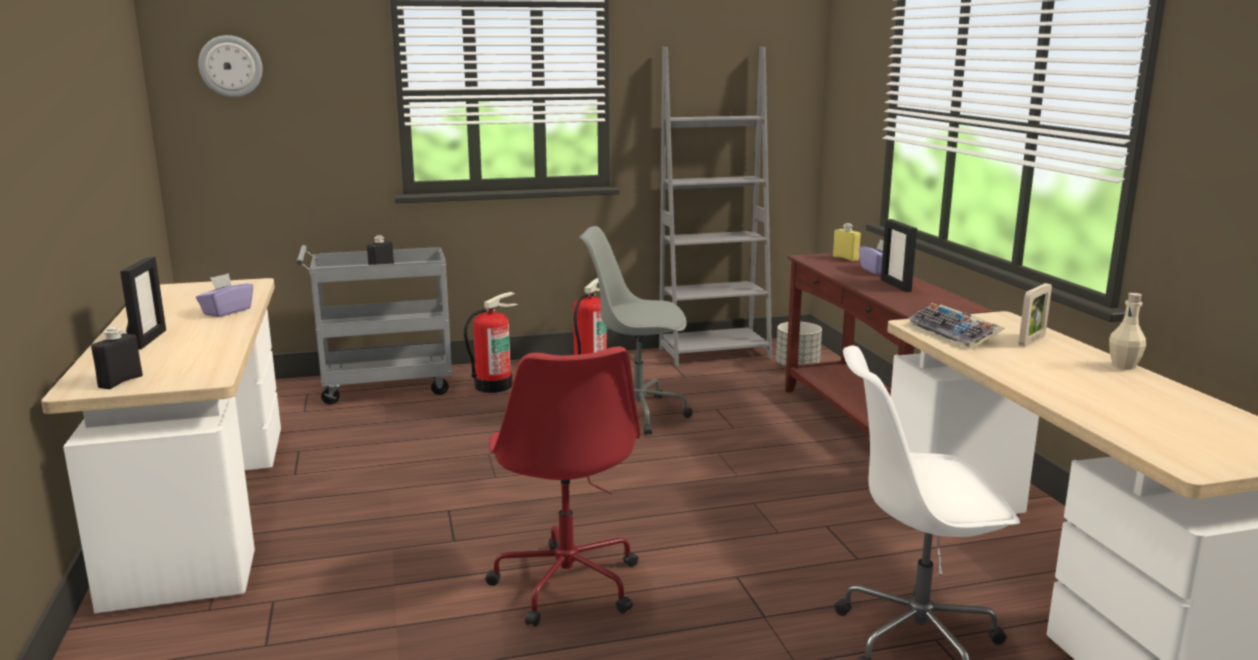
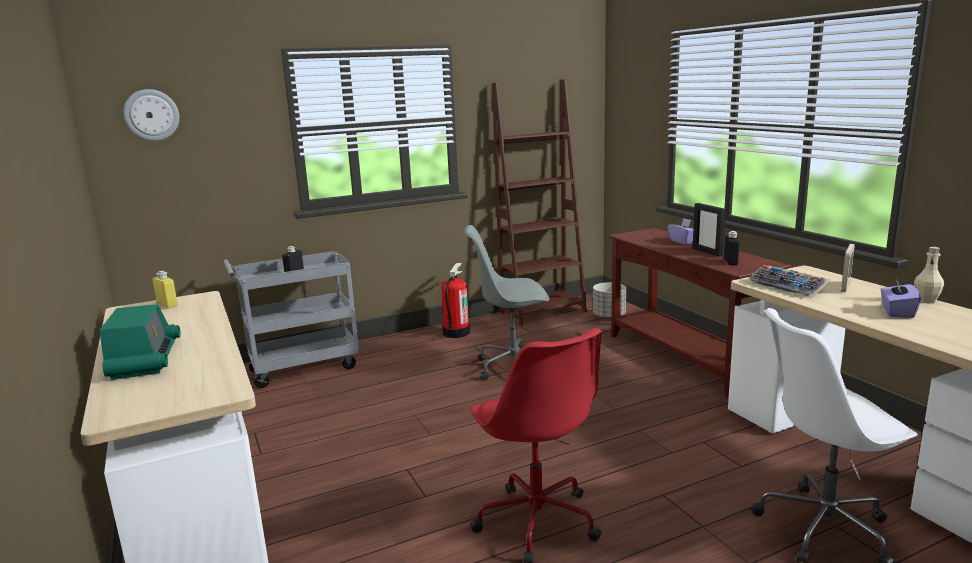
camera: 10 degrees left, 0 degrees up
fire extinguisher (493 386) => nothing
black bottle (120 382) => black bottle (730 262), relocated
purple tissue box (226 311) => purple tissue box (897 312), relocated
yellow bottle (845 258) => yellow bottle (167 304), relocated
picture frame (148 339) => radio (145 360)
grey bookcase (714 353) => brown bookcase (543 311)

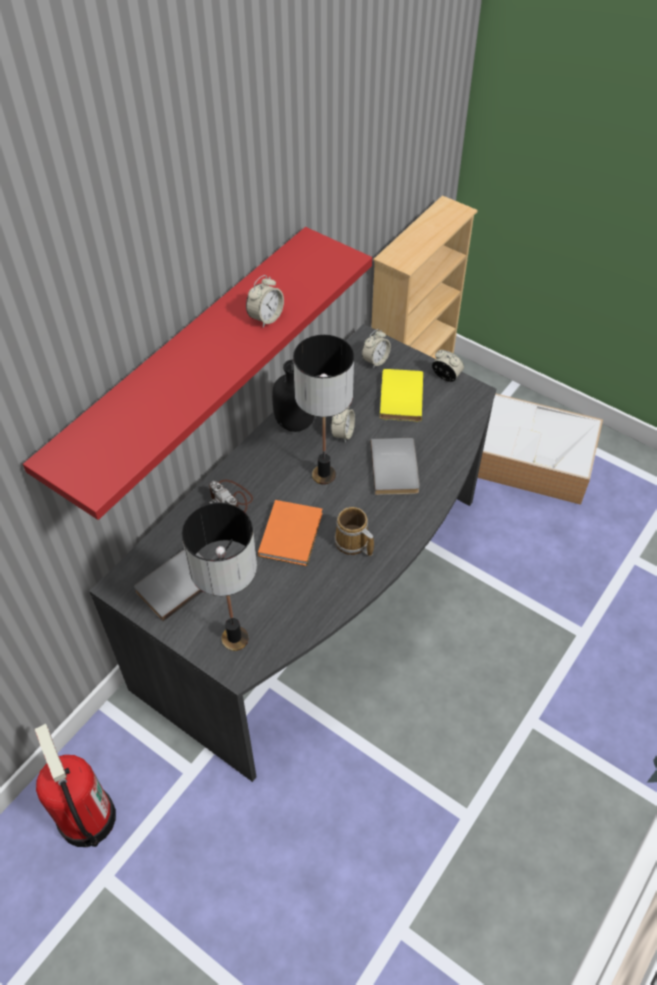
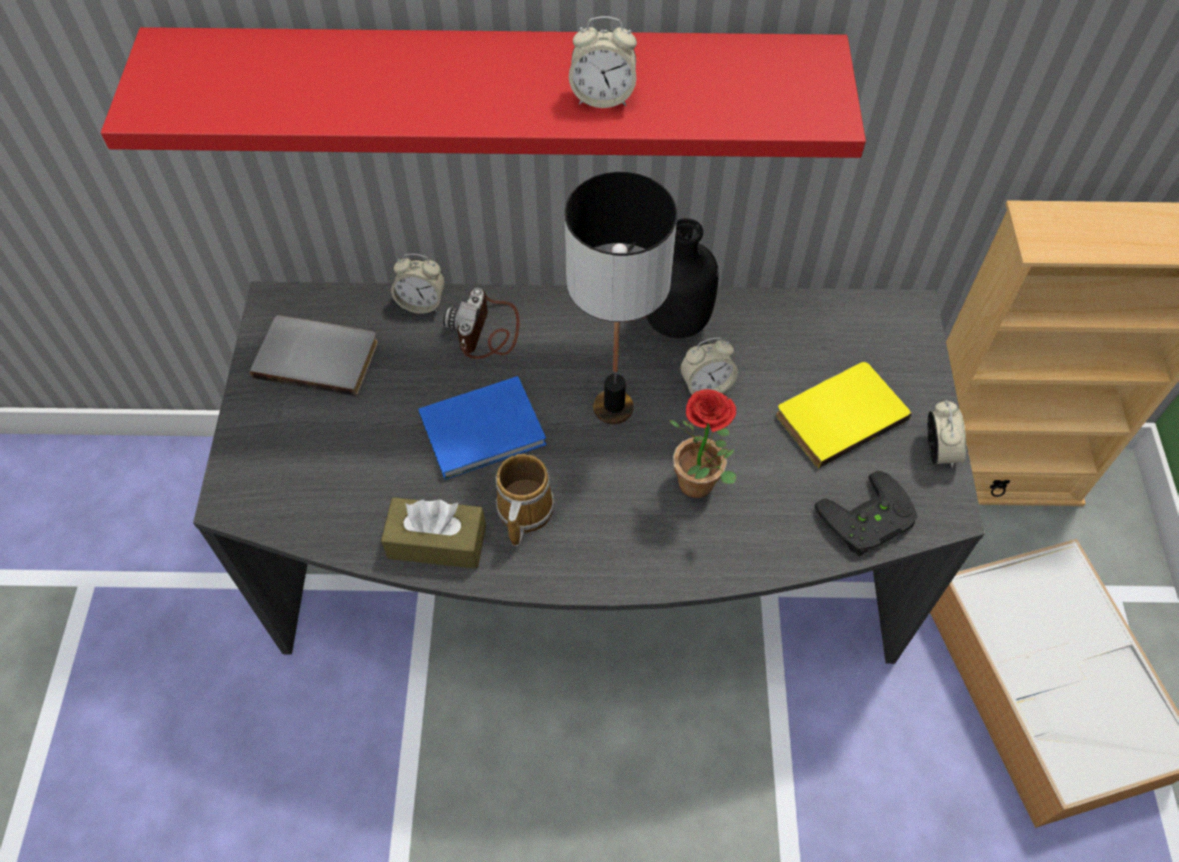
camera: 55 degrees right, 5 degrees up
fire extinguisher (86 818) => nothing
table lamp (235 638) => nothing
nothing => brown tissue box (437 542)
nothing => black game controller (869 522)
alarm clock (375 360) => alarm clock (421 303), relocated
grey book (396 468) => potted plant (701 488)
orange book (292 533) => blue book (486 430)

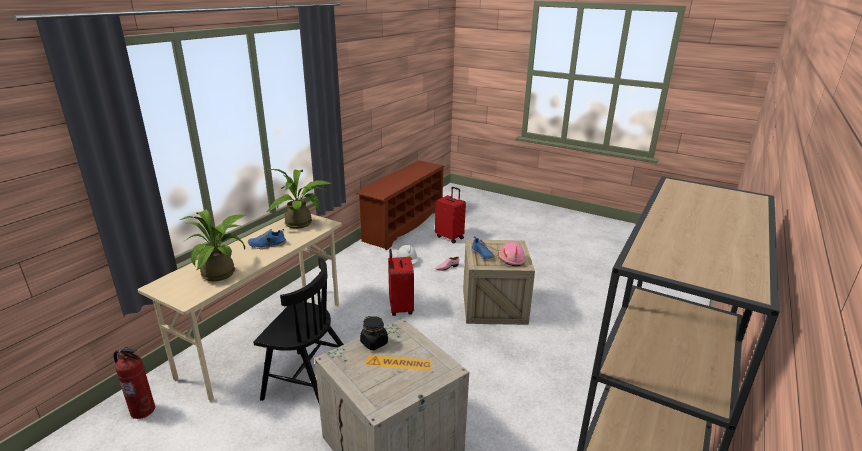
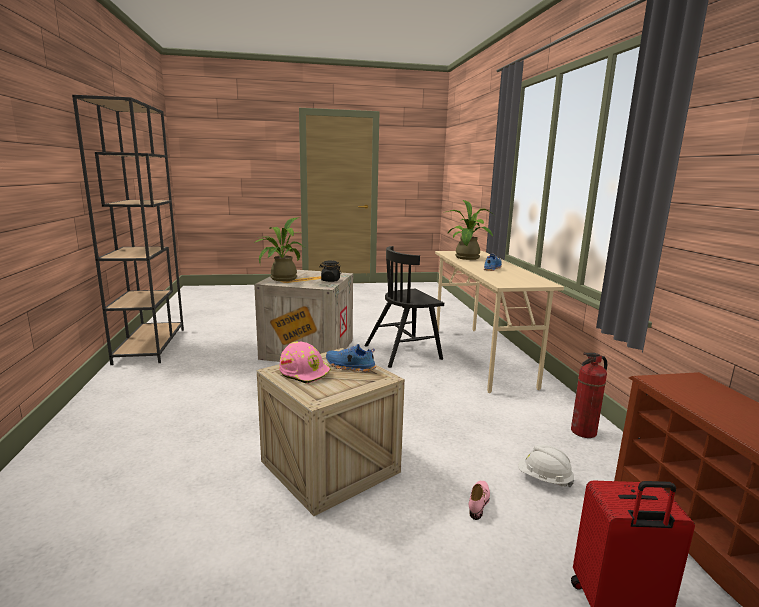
camera: 140 degrees right, 10 degrees down
red suitcase (400 308) => nothing
fire extinguisher (143 410) => fire extinguisher (583 432), relocated
potted plant (302 224) => potted plant (280 279), relocated

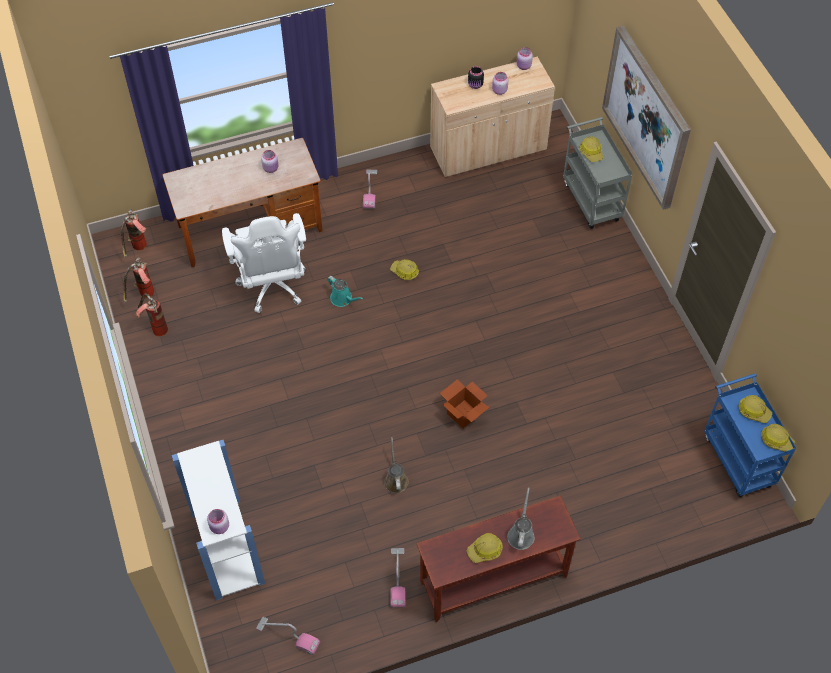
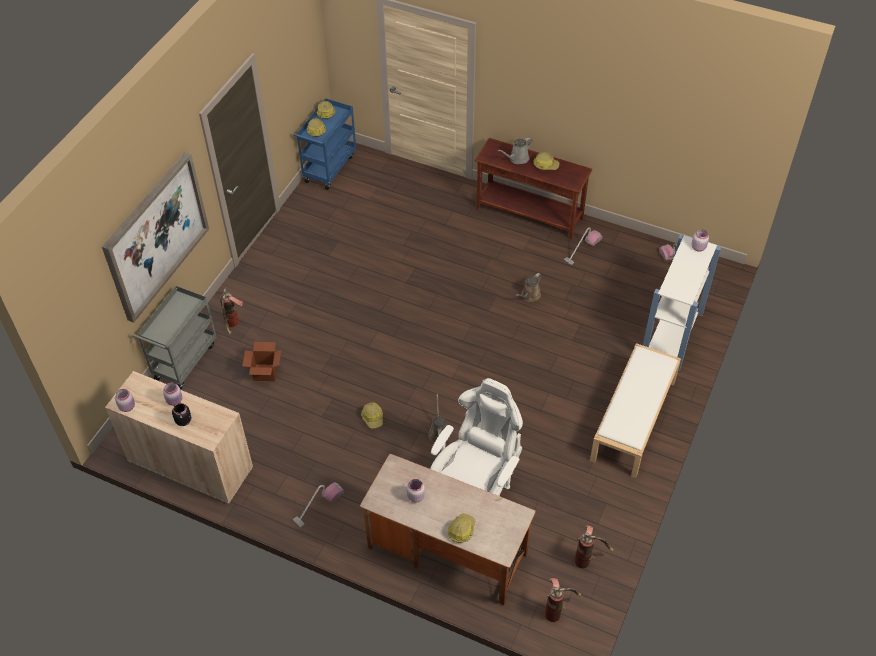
camera: 135 degrees left, 5 degrees down
nothing => white bench (633 421)
fire extinguisher (155 327) => fire extinguisher (233 326), relocated
cardboard box (463 414) => cardboard box (265 372), relocated
hard hat (591 152) => hard hat (461 530), relocated
turquoise watering can (343 299) => brown watering can (438 433)

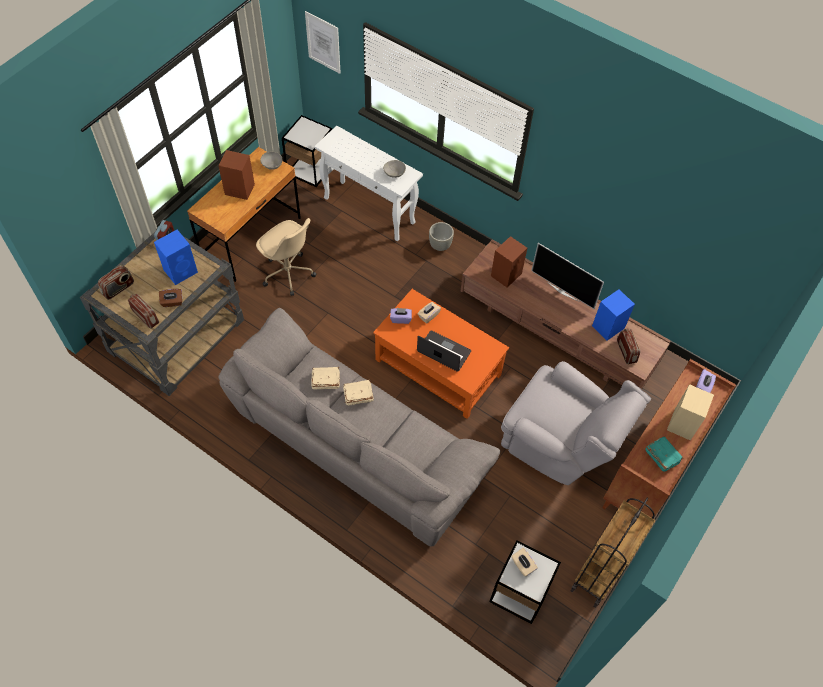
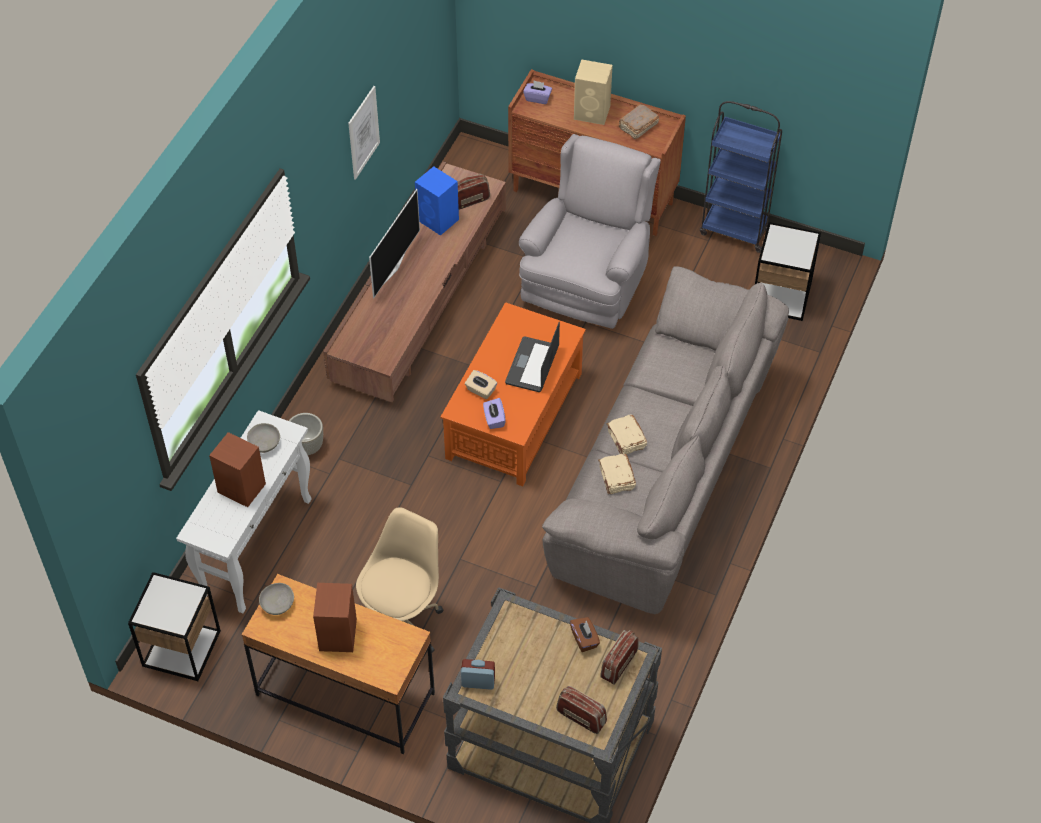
camera: 100 degrees left, 5 degrees down
blue speaker (181 270) => nothing
beige tissue box (522 565) => nothing
picture (323 42) => picture (363 132), relocated
brown speaker (506 274) => brown speaker (240 487), relocated
brown cart (598 574) => blue cart (734 232)
turquoise book (662 456) => brown book (637 127)

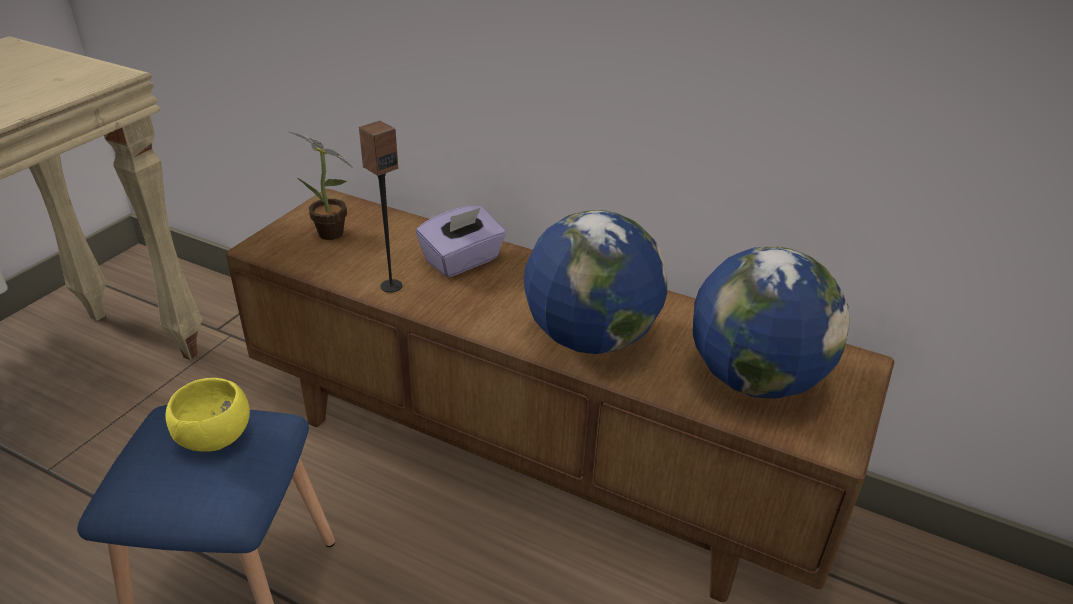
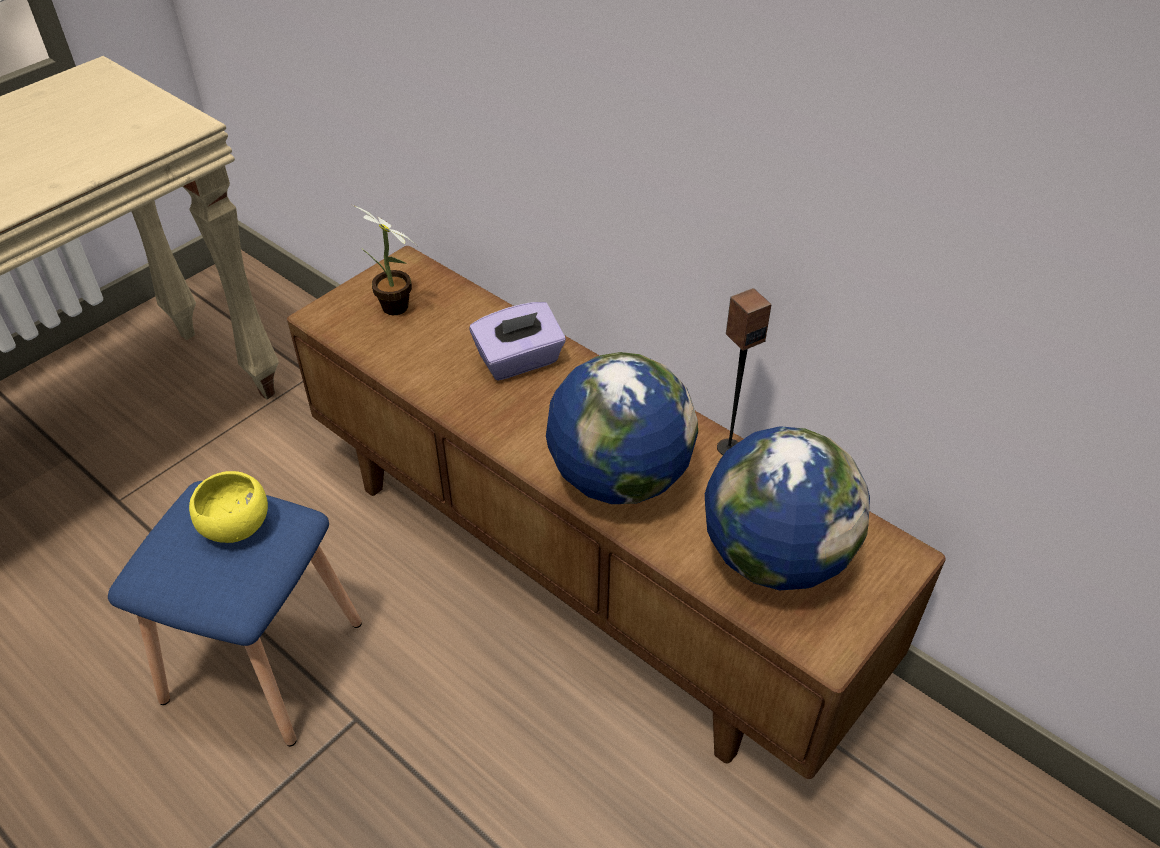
camera: 15 degrees right, 10 degrees up
speaker (391 286) => speaker (728 447), relocated

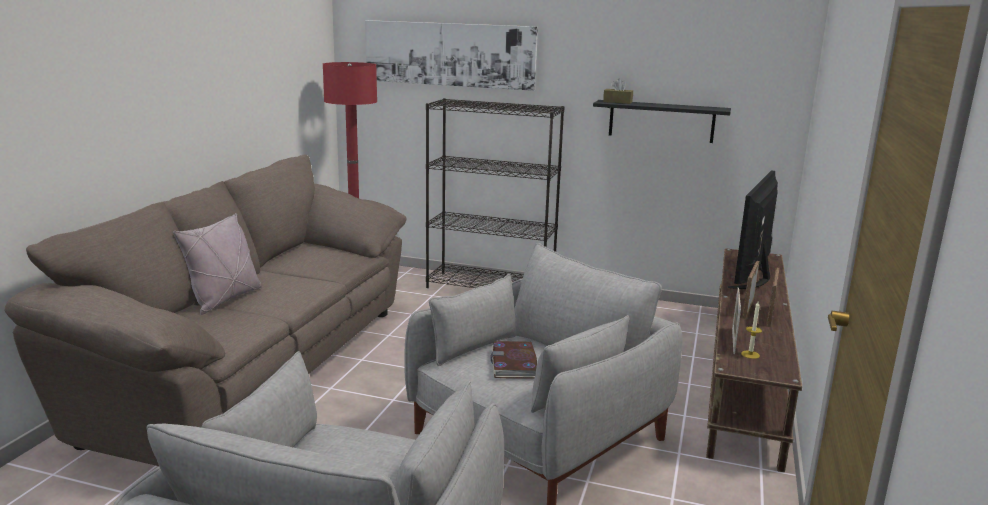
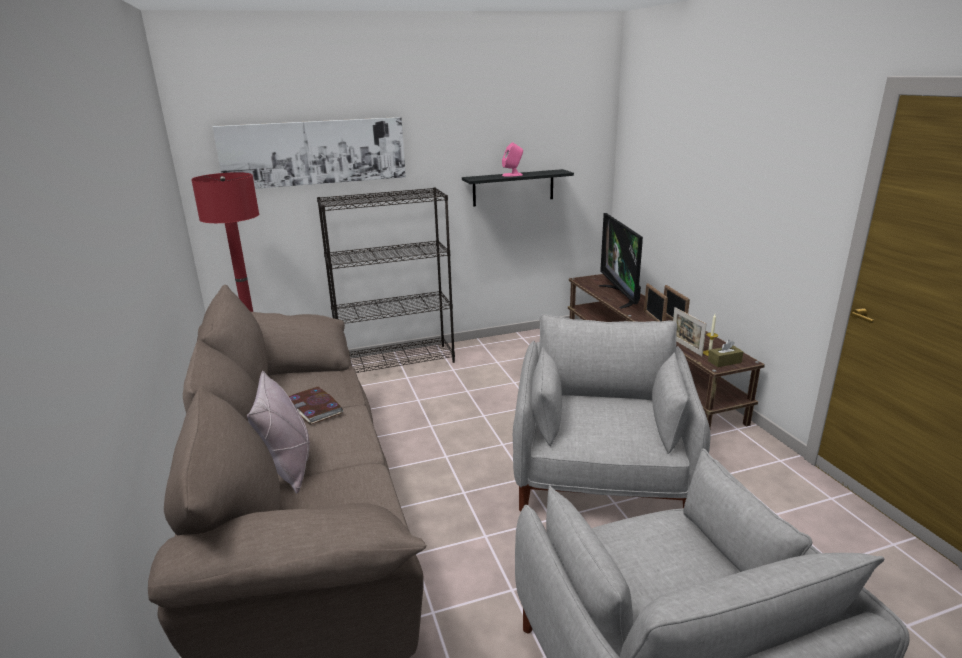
camera: 35 degrees left, 5 degrees up
nothing => pink speaker (512 175)
book (514 363) => book (315 408), relocated
brown tissue box (617 102) => brown tissue box (724 362), relocated

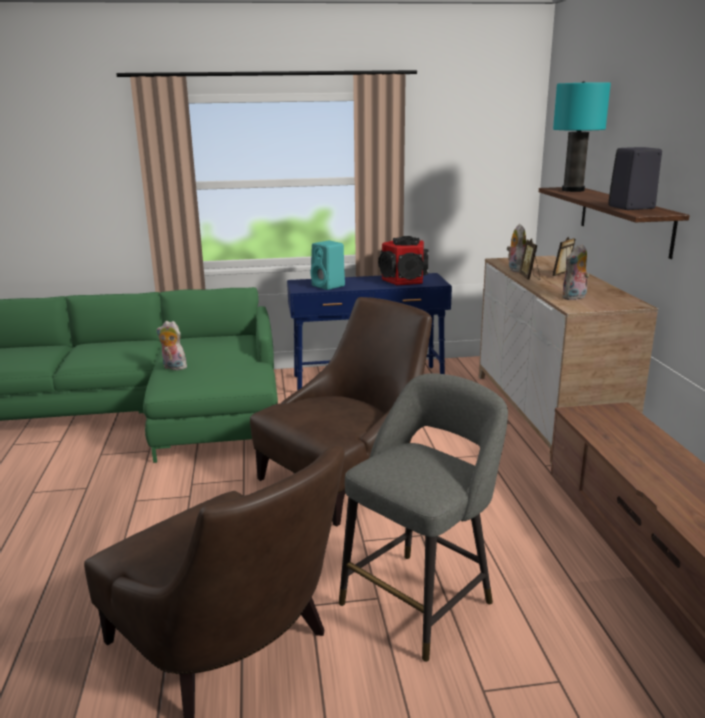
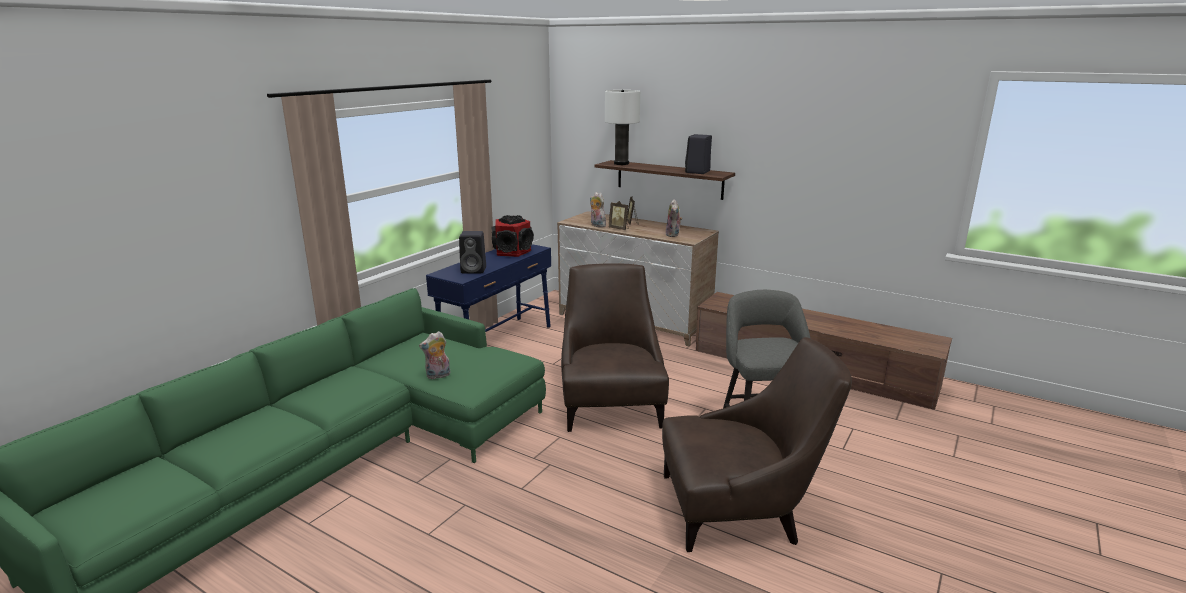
camera: 50 degrees left, 0 degrees up
turquoise speaker (329 286) => black speaker (474 270)
turquoise table lamp (572 190) => white table lamp (621 163)

